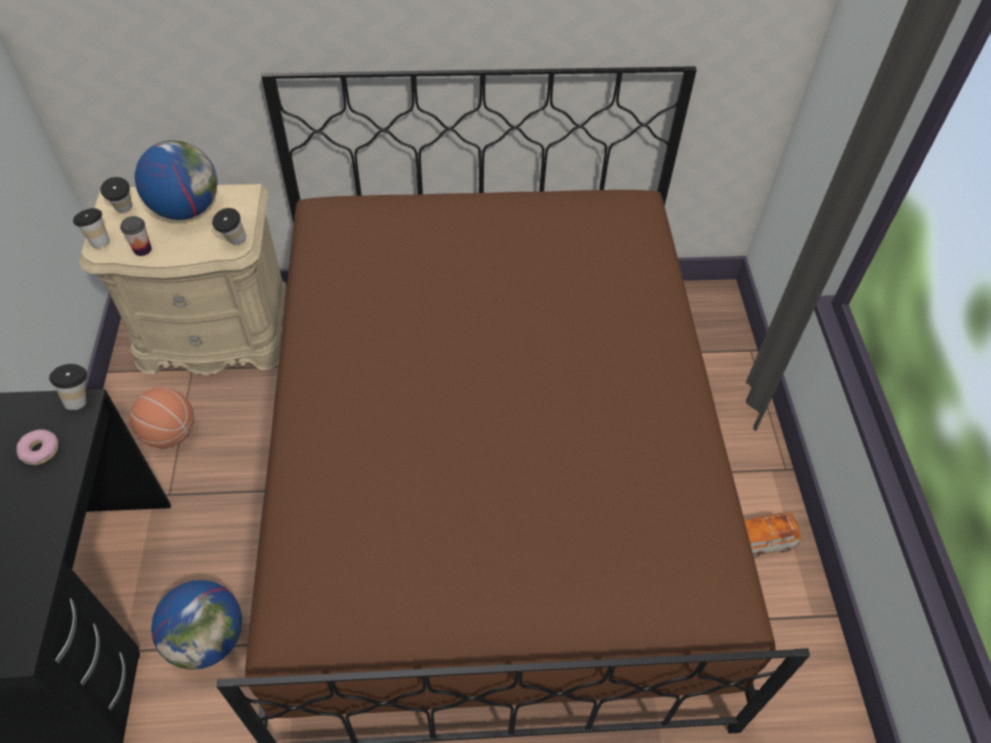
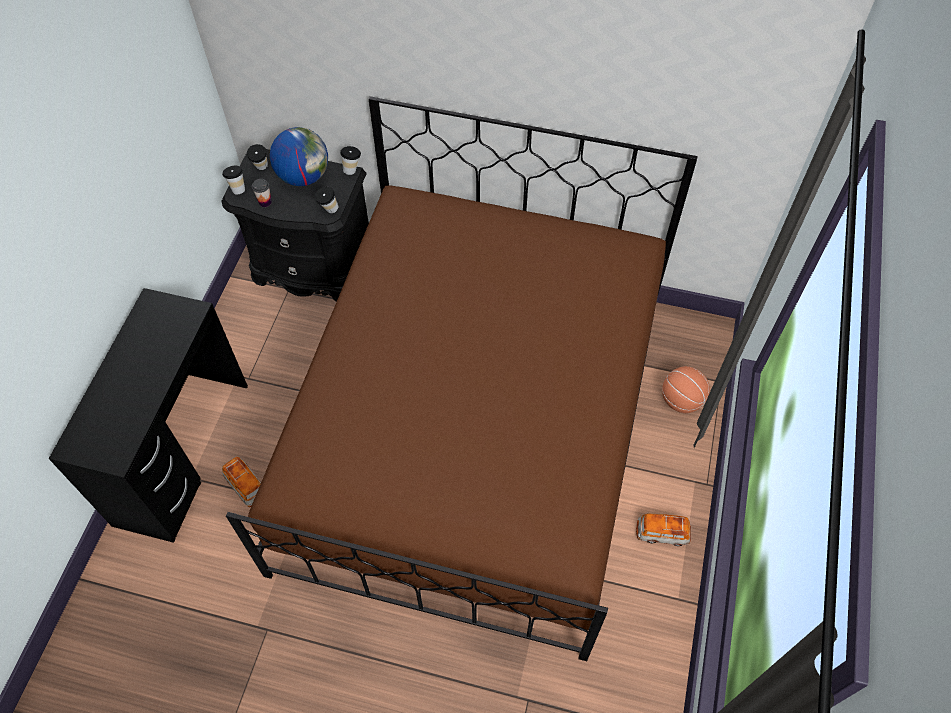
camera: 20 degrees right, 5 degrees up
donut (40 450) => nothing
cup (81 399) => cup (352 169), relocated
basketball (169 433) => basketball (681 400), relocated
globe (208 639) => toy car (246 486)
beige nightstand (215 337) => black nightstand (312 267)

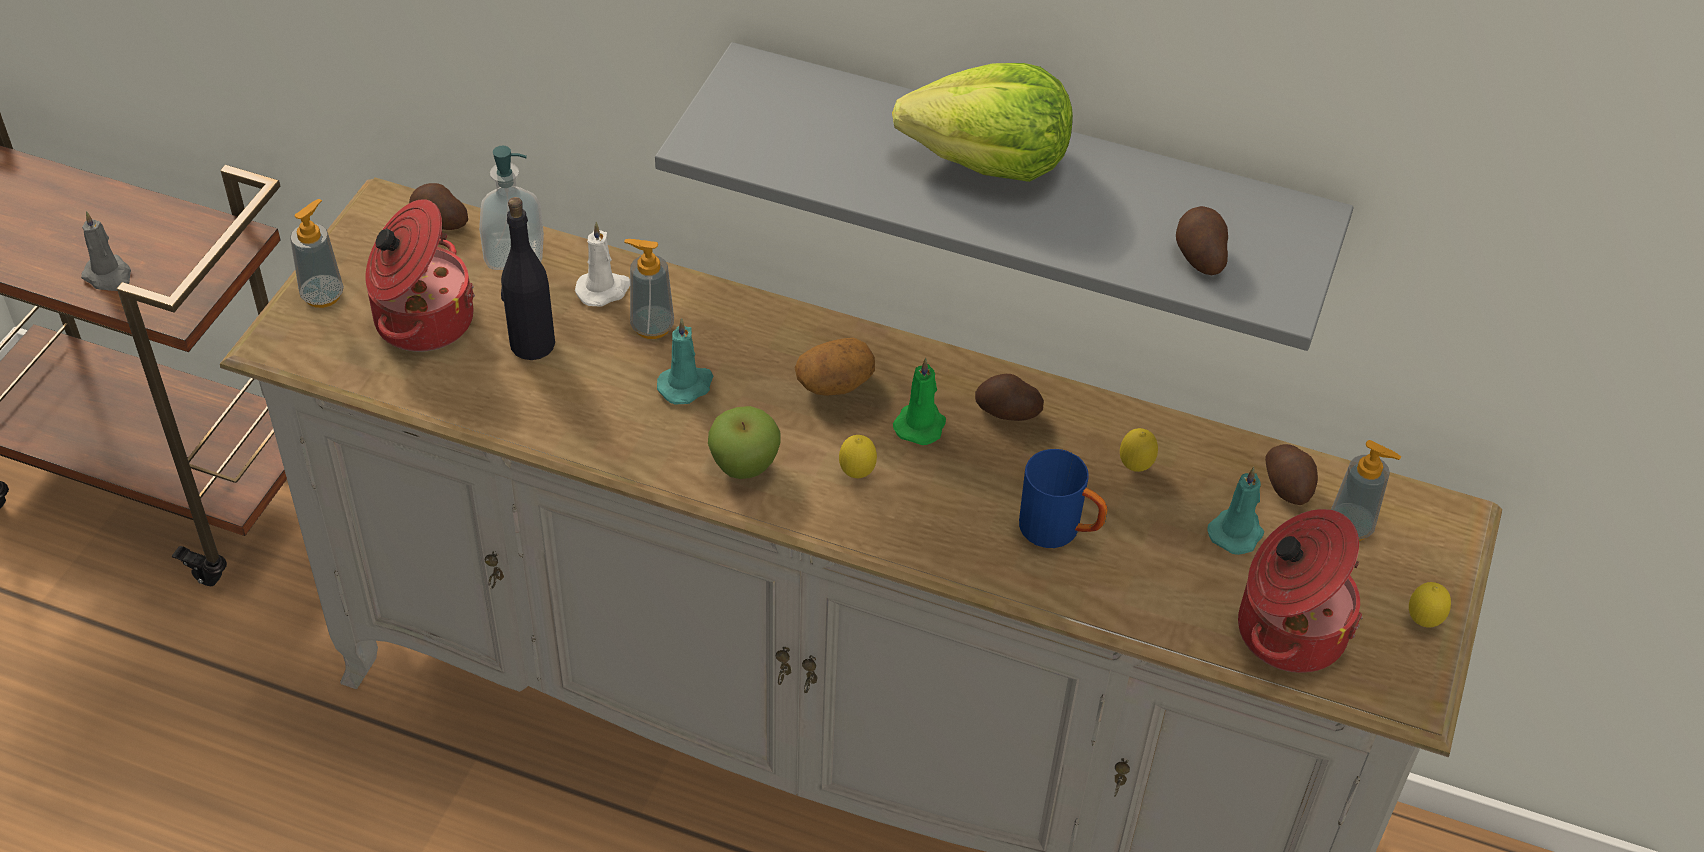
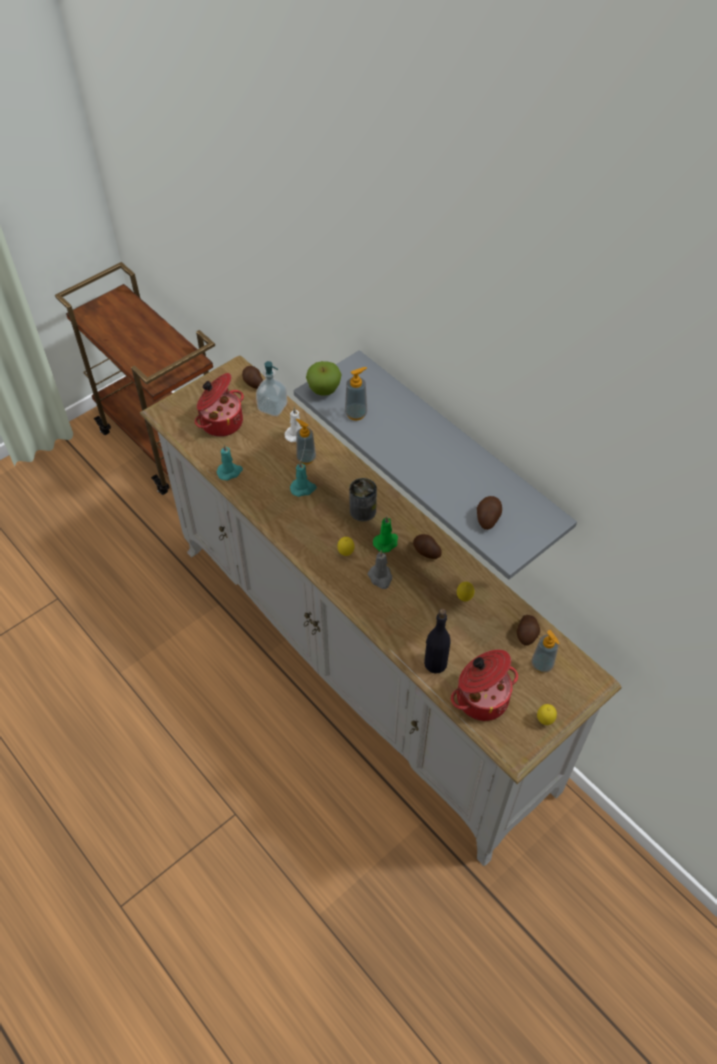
camera: 30 degrees right, 5 degrees up
lettuce (989 161) => nothing
blue mug (1060 531) => nothing
grey candle (109 276) => grey candle (380 577), relocated
soap dispenser (322 295) => soap dispenser (356 413), relocated
black bottle (531 344) => black bottle (435 663), relocated
apple (744 466) => apple (324 390), relocated
turquoise candle (1237 531) => turquoise candle (230 472), relocated
potato (834 383) => can (362 510)

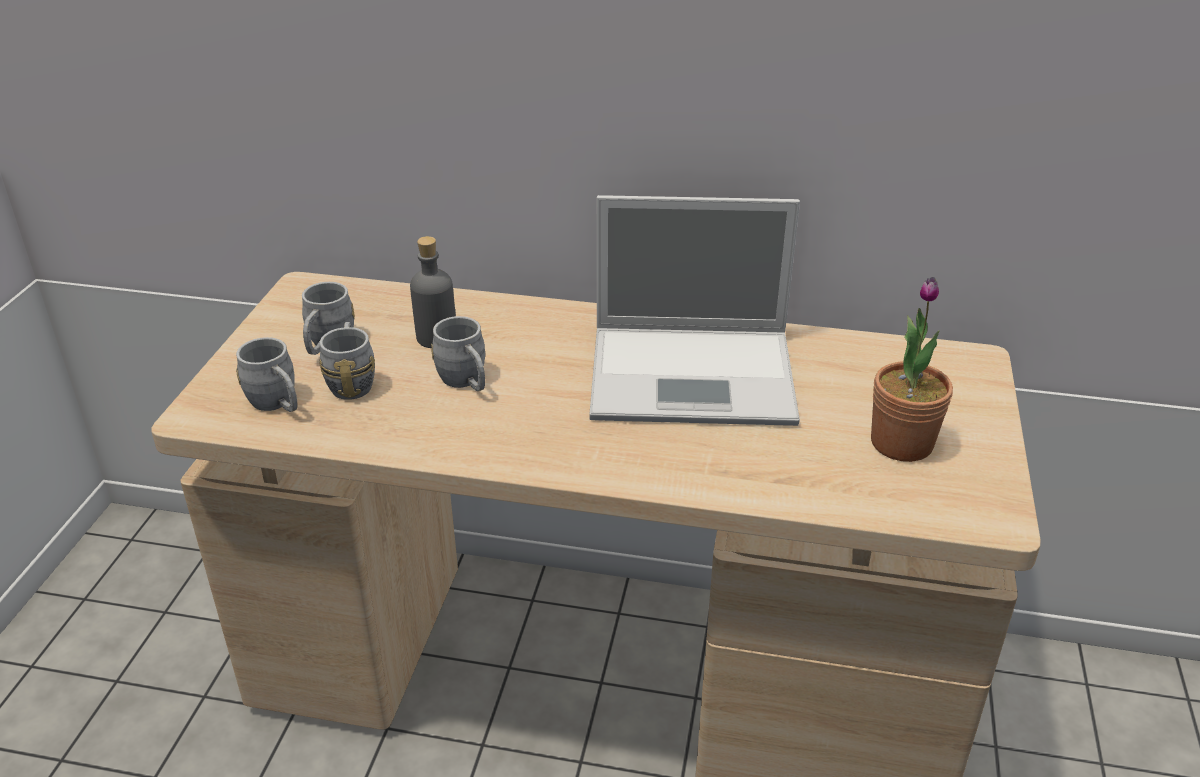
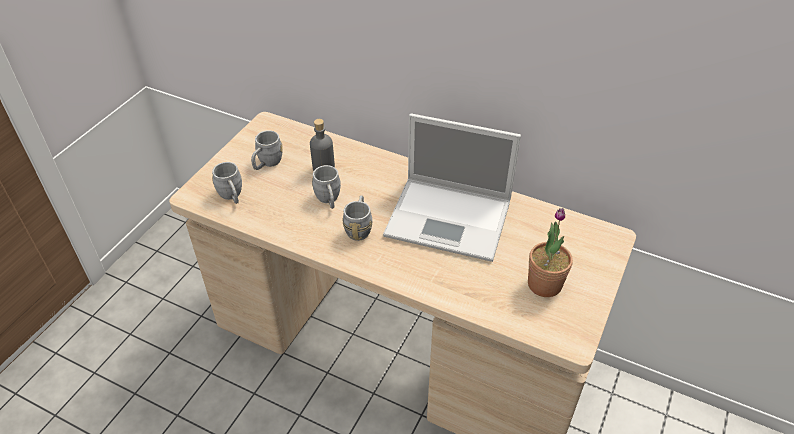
camera: 15 degrees right, 10 degrees up
grey mug (352 381) => grey mug (359 227), relocated

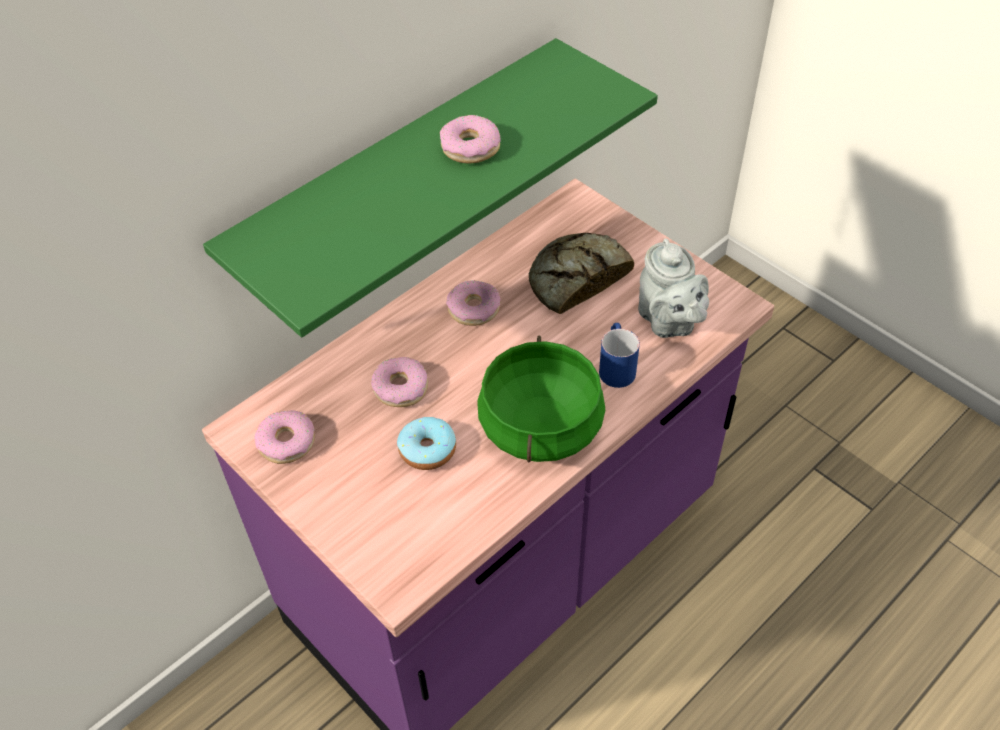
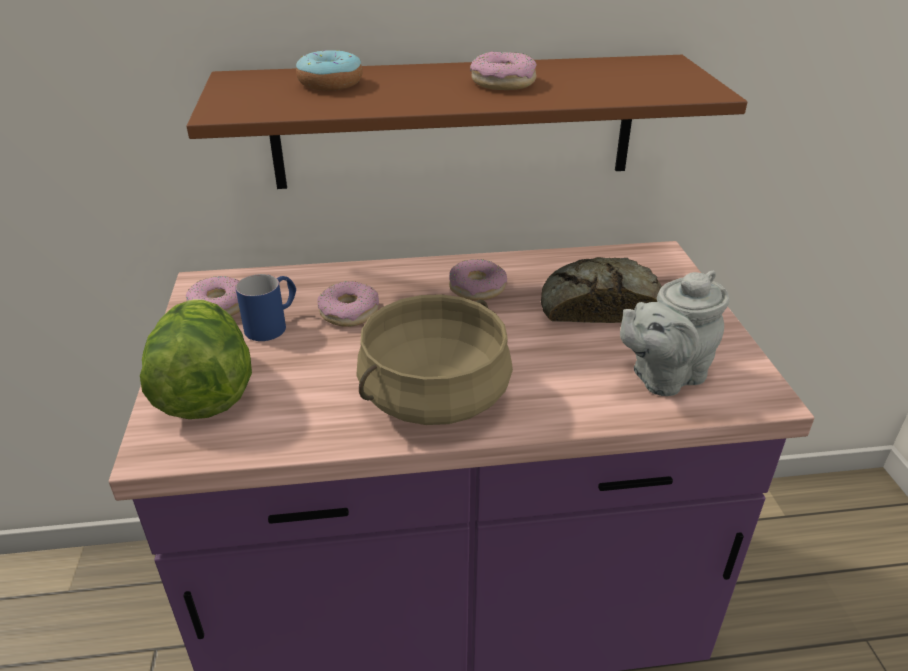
camera: 35 degrees right, 15 degrees down
nothing => lettuce (205 390)
donut (427 450) => donut (330 83), relocated
blue mug (616 365) => blue mug (273 324), relocated
green shelf (401 177) => brown shelf (454 122)
green cooking pot (539 425) => beige cooking pot (434 395)
grey teapot (668 322) => grey teapot (663 376), 45 degrees clockwise

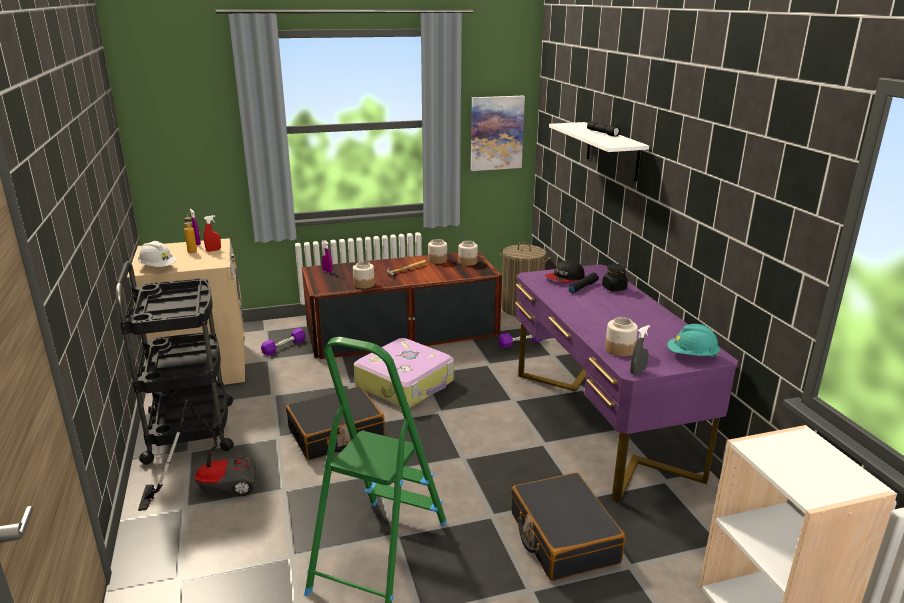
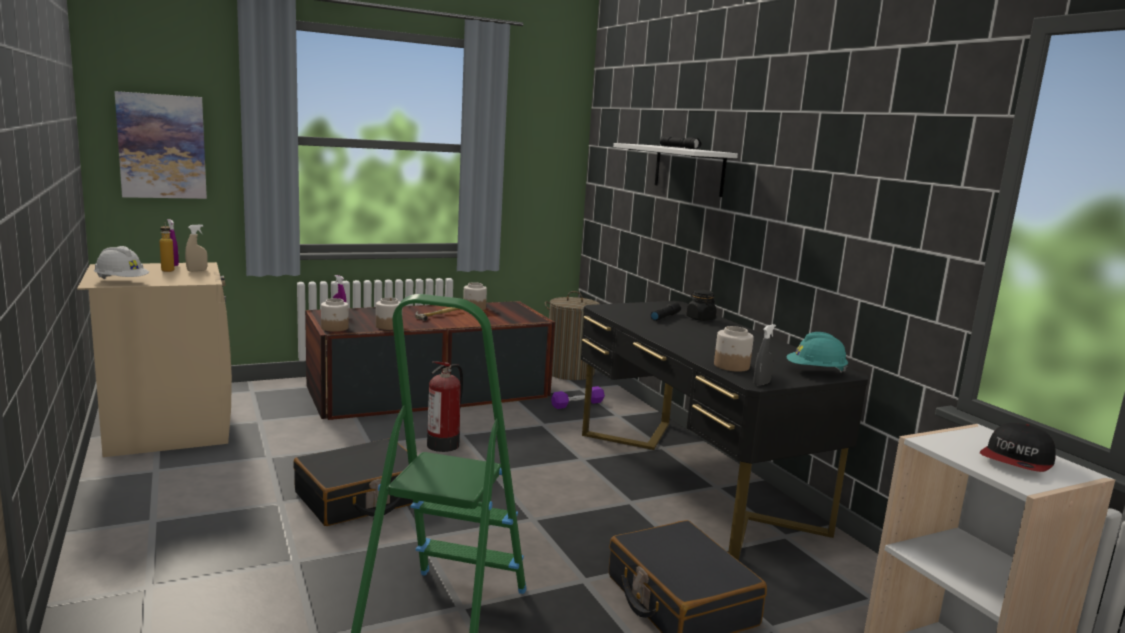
camera: 10 degrees left, 10 degrees down
black cart (191 431) => nothing
vacuum cleaner (211 487) => nothing
purple dumbbell (284 347) => nothing
jar (468 262) => jar (335 328), relocated
picture (496 133) => picture (162 146), relocated
cap (565 278) => cap (1017 460), relocated
suitcase (406 384) => fire extinguisher (444 444)
red spray bottle (213 250) => beige spray bottle (197 270)
purple desk (601 422) => black desk (692 479)

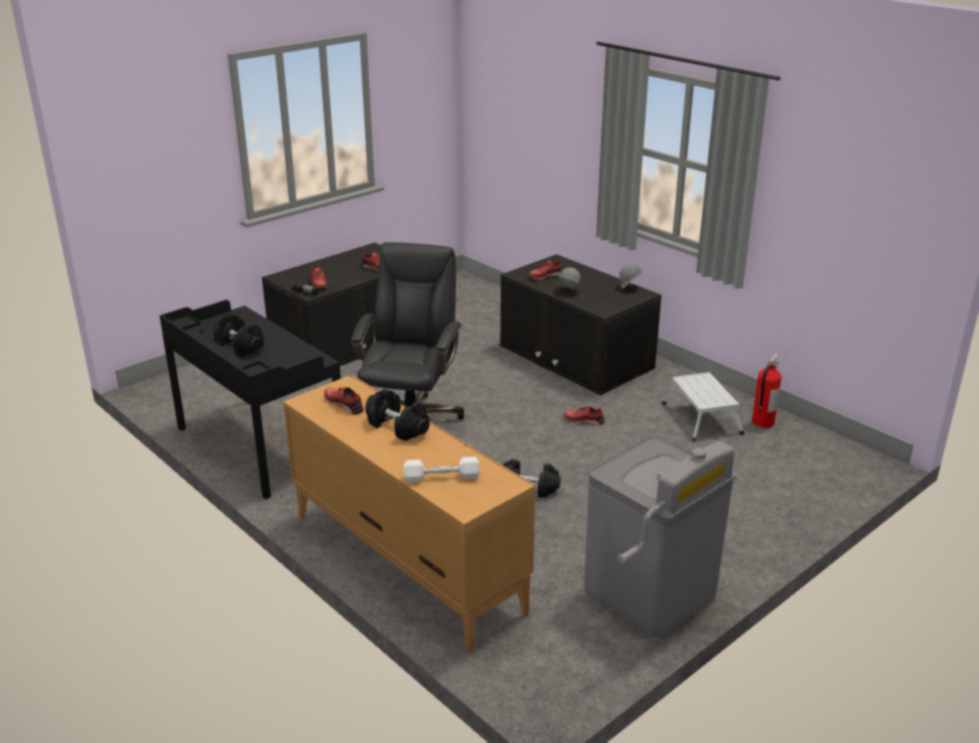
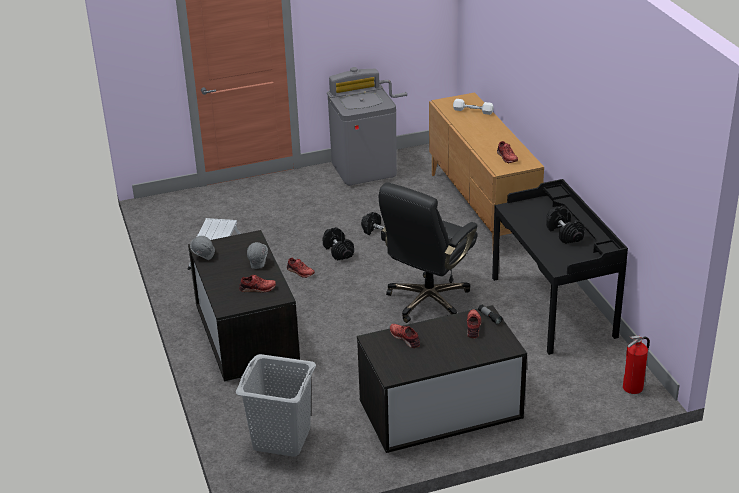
camera: 155 degrees left, 5 degrees up
nothing => grey laundry basket (282 439)
black dumbbell (398 427) => black dumbbell (338 251), relocated
fire extinguisher (762 422) => fire extinguisher (633 388), relocated

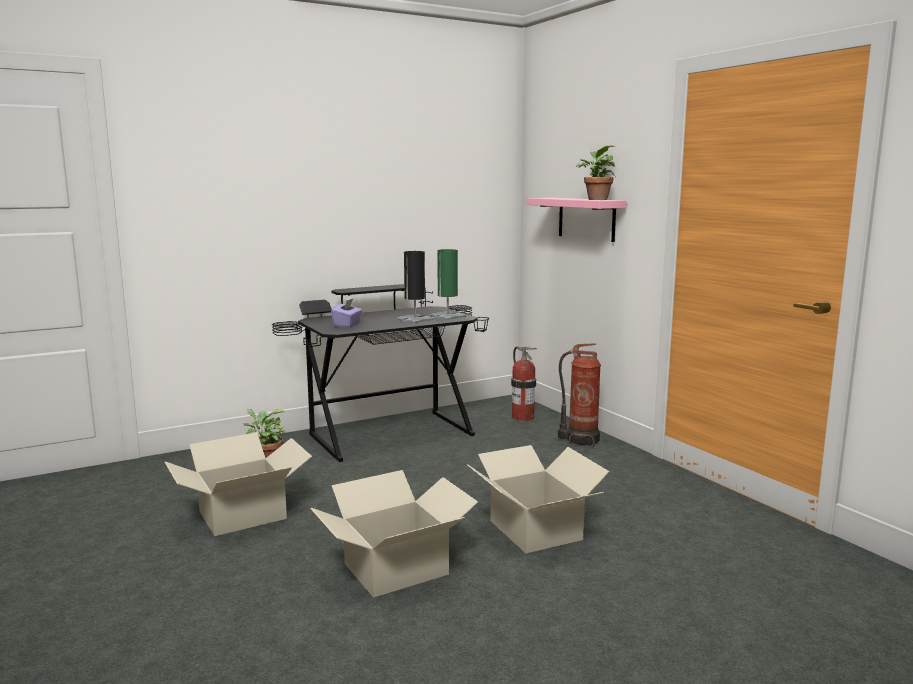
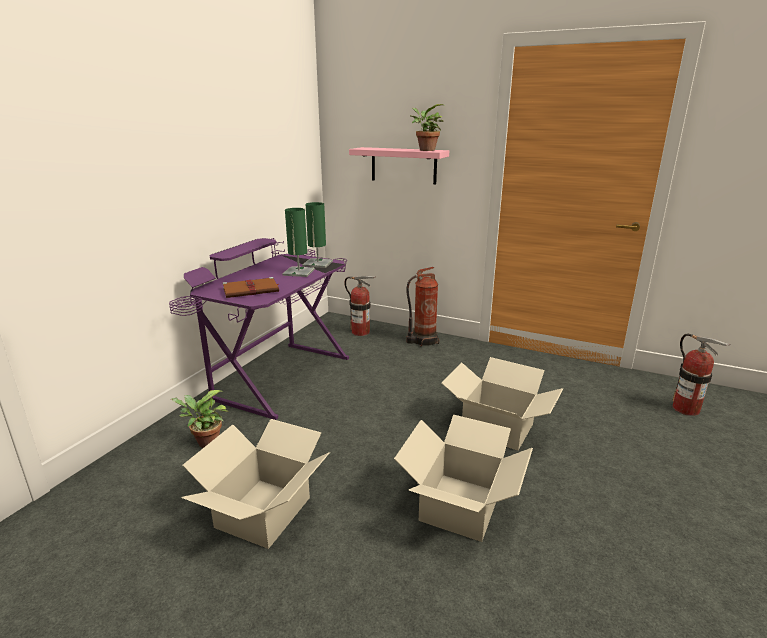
camera: 35 degrees left, 10 degrees up
nothing => fire extinguisher (686 409)
purple tissue box (347 325) => brown book (252 290)
black desk (390 433) => purple desk (280 376)
black table lamp (415 319) => green table lamp (299 272)

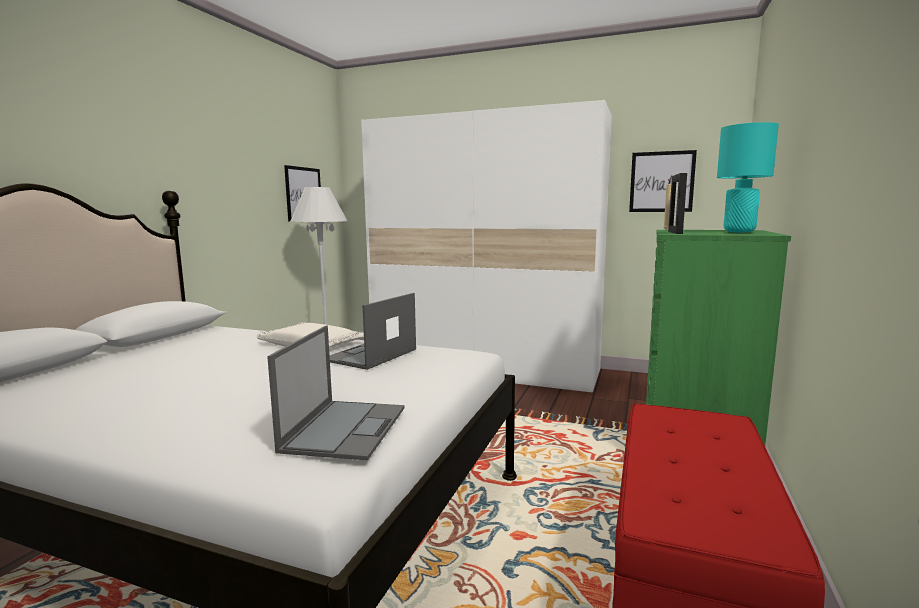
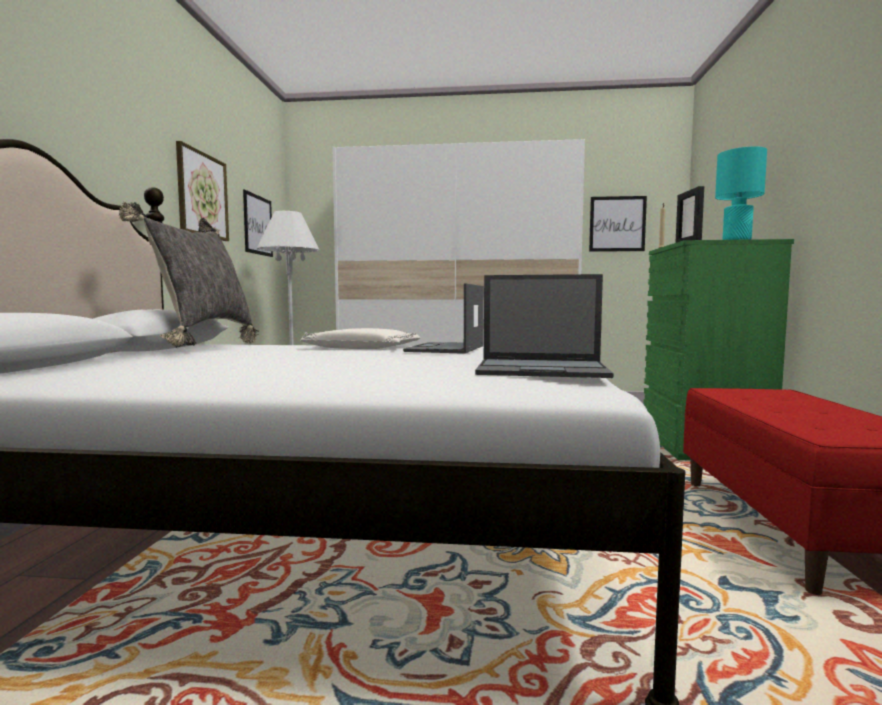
camera: 15 degrees left, 5 degrees down
nothing => pillow (200 348)
nothing => picture (202 195)
laptop (345 428) => laptop (543 369), 105 degrees clockwise

